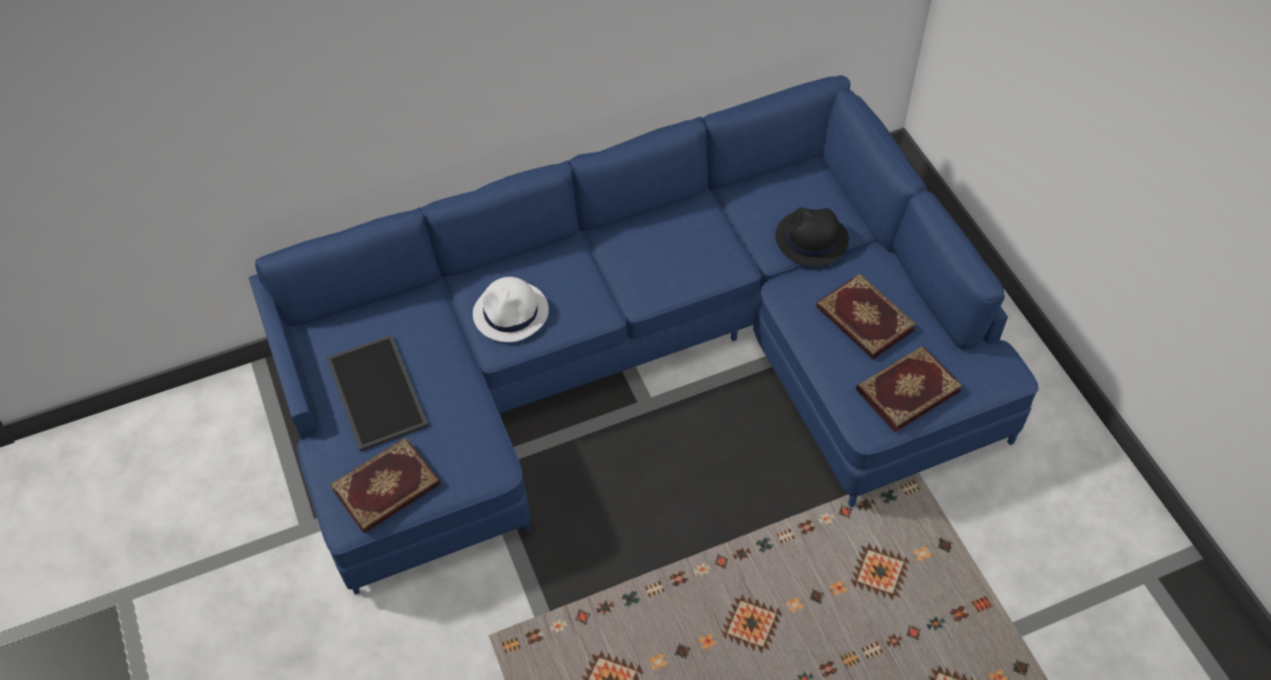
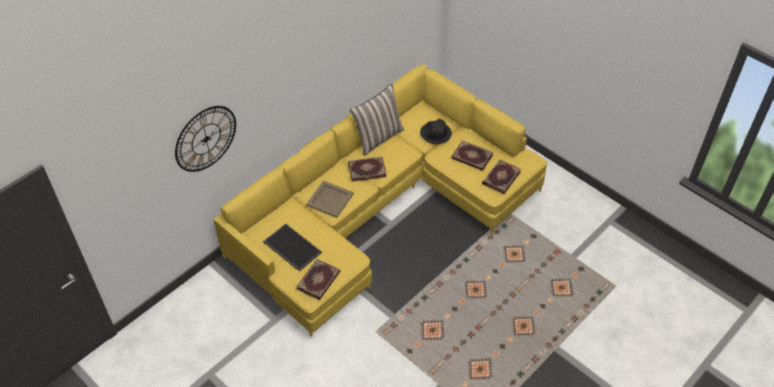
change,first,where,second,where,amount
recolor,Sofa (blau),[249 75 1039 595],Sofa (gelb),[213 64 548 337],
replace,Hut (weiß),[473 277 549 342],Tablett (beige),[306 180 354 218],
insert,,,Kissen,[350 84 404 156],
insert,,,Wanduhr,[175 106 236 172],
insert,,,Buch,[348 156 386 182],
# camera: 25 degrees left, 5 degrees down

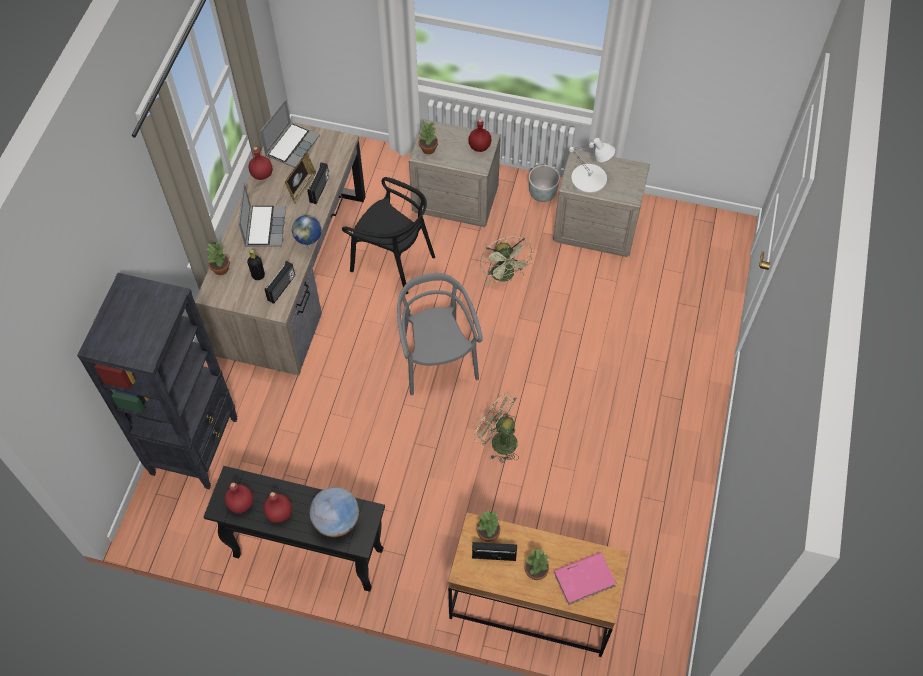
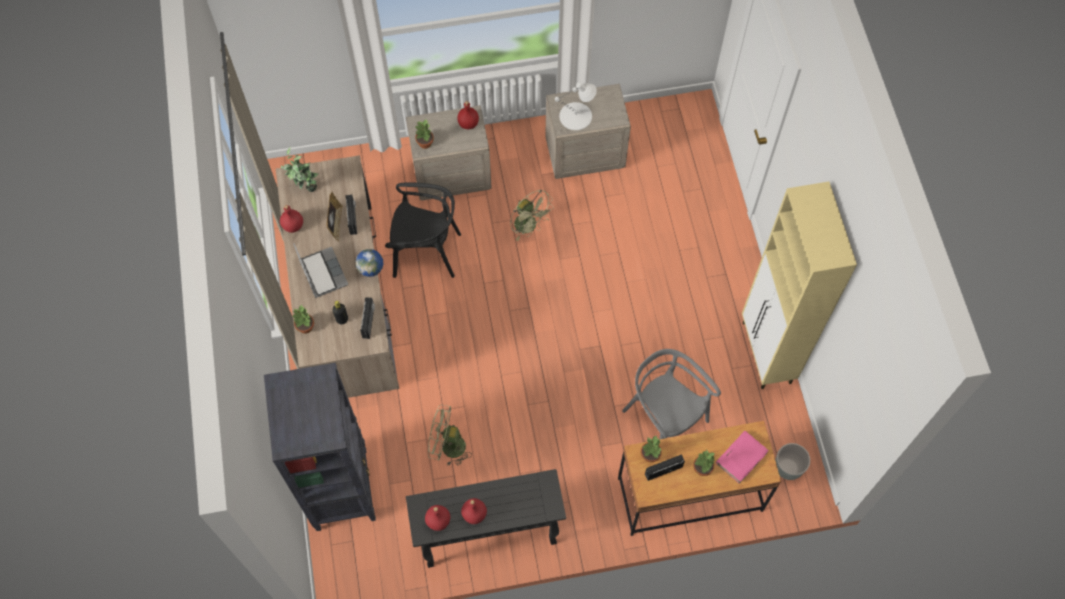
change,first,where,second,where,amount
replace,Laptop,[260 99 320 168],Topfpflanze,[281 147 319 192],
move,Pflanzkübel (grau),[529 165 560 202],,[775 443 810 480],
move,Stuhl (grau),[397 273 483 395],,[622 349 721 439],
move,Ventilator (grün),[473 392 519 463],,[428 405 472 466],
delete,Globus,[309 487 359 537],,,
insert,,,Schrank (beige),[742 182 857 389],
# camera: 25 degrees left, 5 degrees up

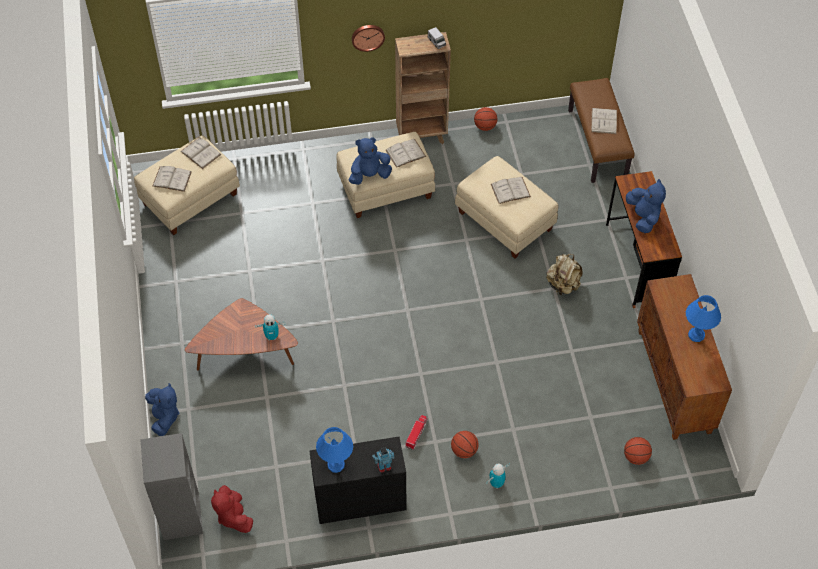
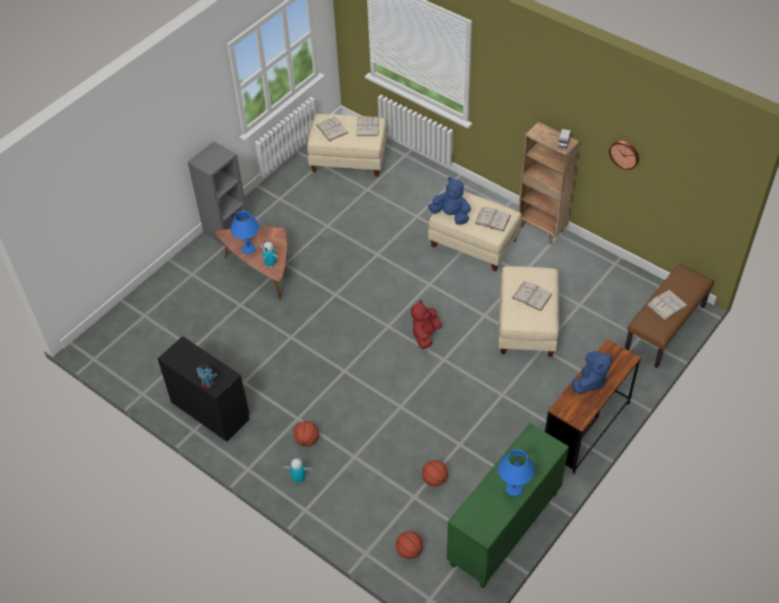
change,first,where,second,where,amount
move,Wanduhr,[352 25 385 52],,[609 141 639 170],
move,Basketball,[474 107 497 131],,[422 460 448 487],
delete,Rucksack (beige),[546 254 582 295],,,
recolor,Schrank (braun),[637 274 732 440],Schrank (grün),[447 423 569 588],
delete,Plüschtier (blau),[145 383 179 436],,,
delete,Spielzeuglaster,[406 415 428 450],,,
move,Tischlampe (blau),[316 427 353 473],,[230 211 259 254],
move,Bücherregal (grau),[140 433 203 540],,[188 142 248 246],
move,Plüschtier (rot),[211 485 253 533],,[411 300 442 349],
# camera: 50 degrees right, 5 degrees down

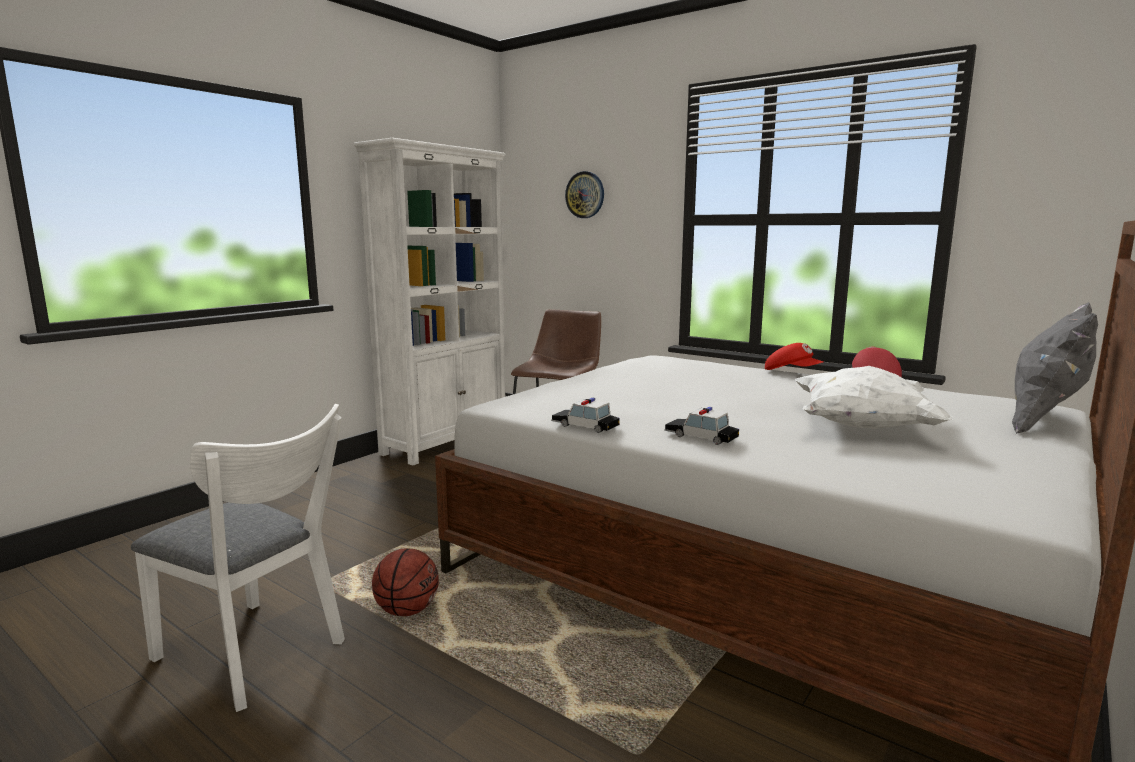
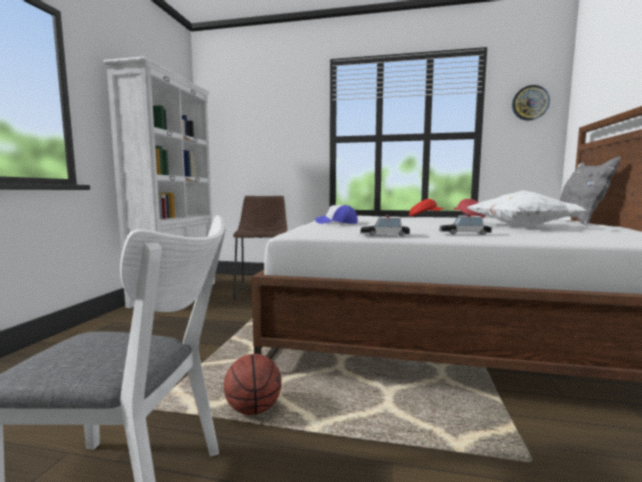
change,first,where,second,where,amount
move,Wanduhr,[565 171 604 218],,[512 85 550 121],
insert,,,Kappe,[315 205 358 224],
# camera: 25 degrees left, 5 degrees down

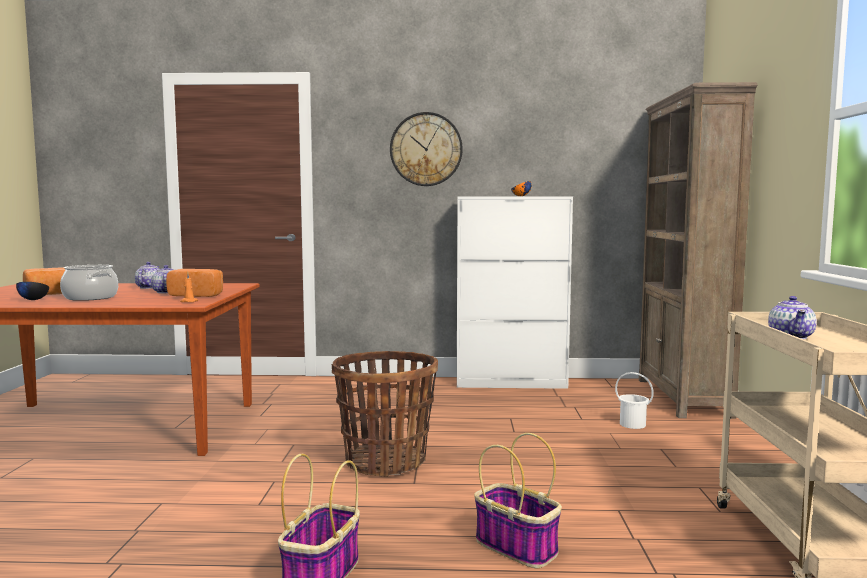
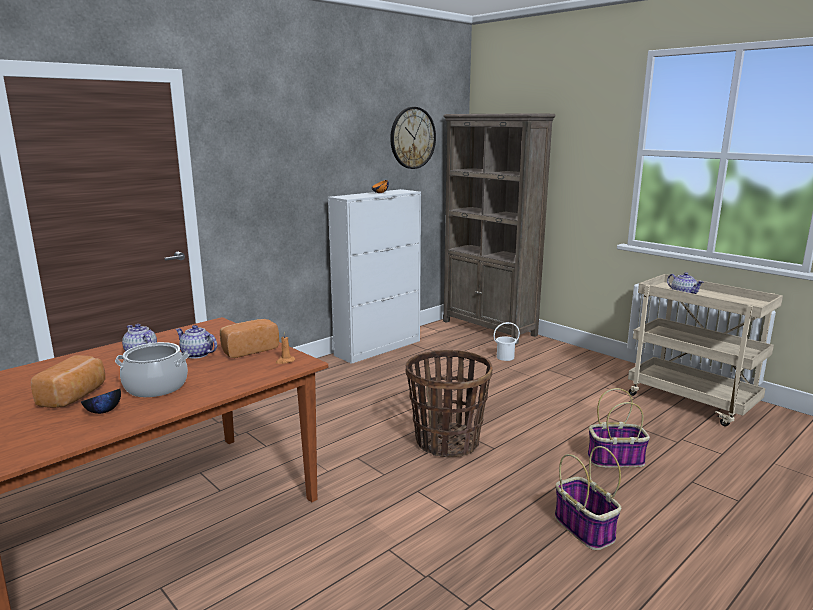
change,first,where,second,where,amount
move,Wanduhr,[390 112 463 186],,[390 107 436 169],
# camera: 45 degrees left, 10 degrees up

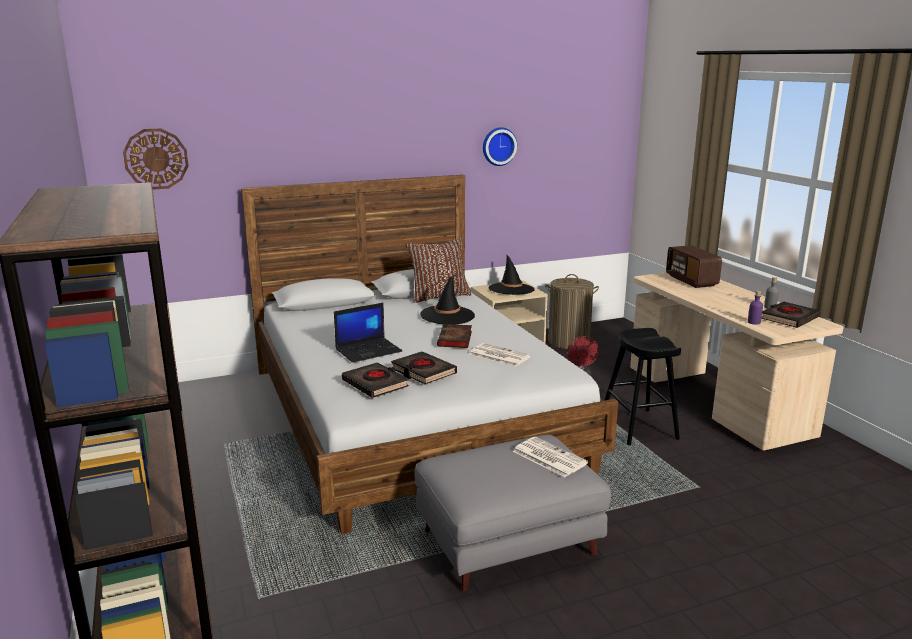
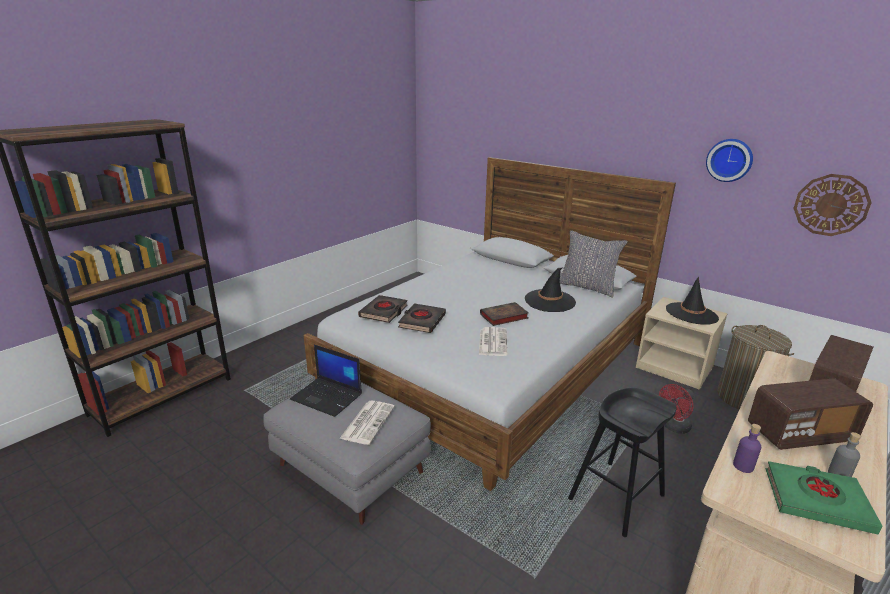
change,first,where,second,where,amount
move,Wanduhr,[123 128 189 190],,[793 174 872 236],
recolor,Kissen (braun),[405 237 472 303],Kissen (grau),[560 230 628 298],
recolor,Buch (schwarz),[761 301 821 328],Buch (grün),[766 461 882 535],
move,Laptop,[334 303 402 363],,[290 345 362 417],
insert,,,Radio,[748 378 873 450],
# camera: 60 degrees right, 5 degrees up

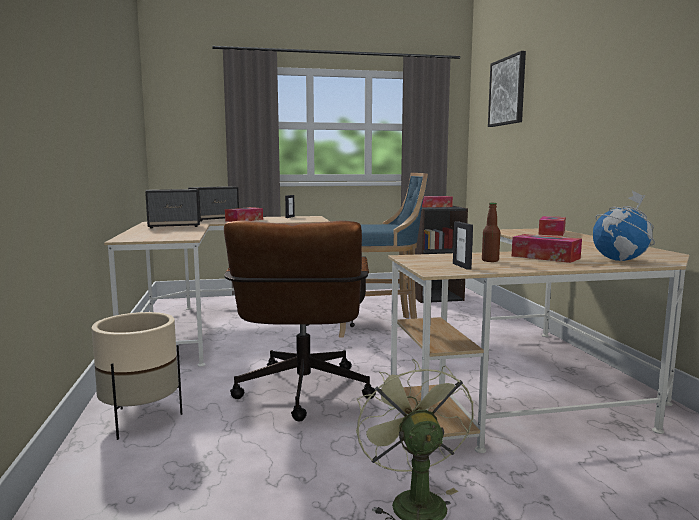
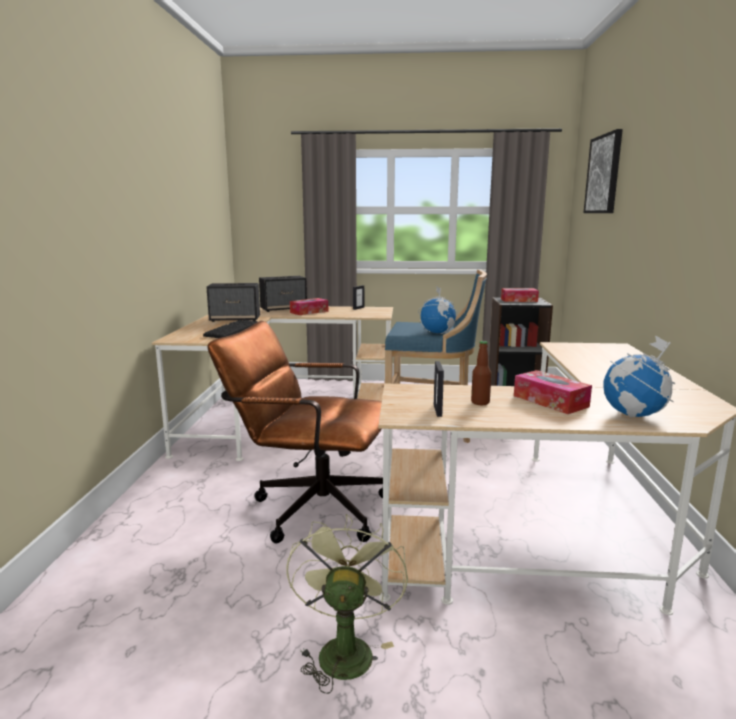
change,first,where,second,where,amount
delete,Taschentuchbox,[538 216 566 236],,,
rotate,Bürostuhl (braun),[224 220 376 421],,[207 321 383 543],90 degrees clockwise
delete,Pflanzkübel (beige),[92 312 182 440],,,
insert,,,Globus,[418 286 458 334],
insert,,,Tastatur,[203 320 257 338],
# camera: 15 degrees right, 5 degrees up

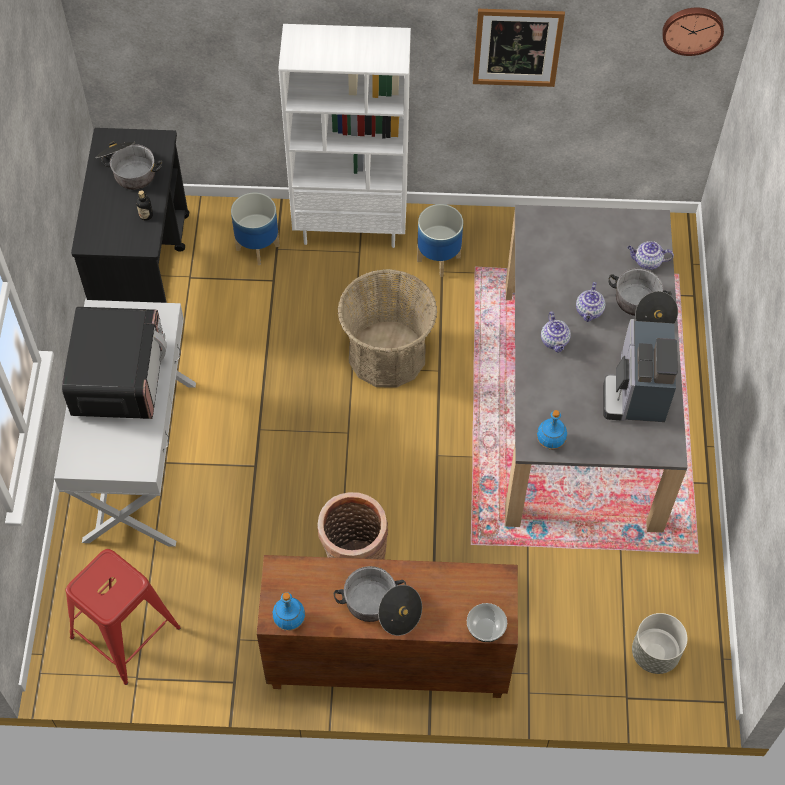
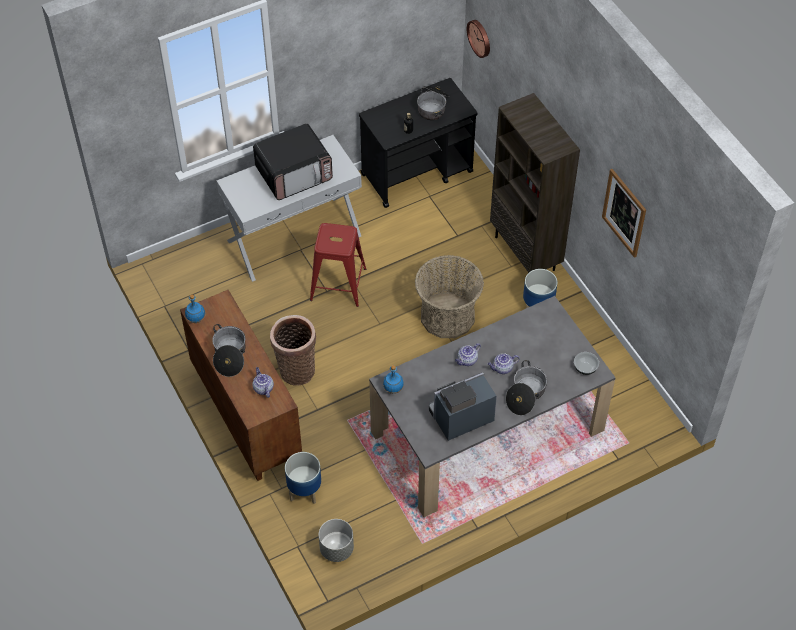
change,first,where,second,where,amount
move,Wanduhr,[662 8 724 56],,[467 20 490 58],
recolor,Bücherregal (weiß),[278 24 411 248],Bücherregal (braun),[490 93 580 273],
move,Pflanzkübel,[231 192 280 265],,[285 452 321 504],
move,Teekanne,[627 241 674 270],,[253 367 274 398],
move,Hocker (rot),[66 549 181 685],,[310 223 366 307],
move,Schüssel,[467 603 507 642],,[574 352 599 375],
# camera: 60 degrees right, 5 degrees down

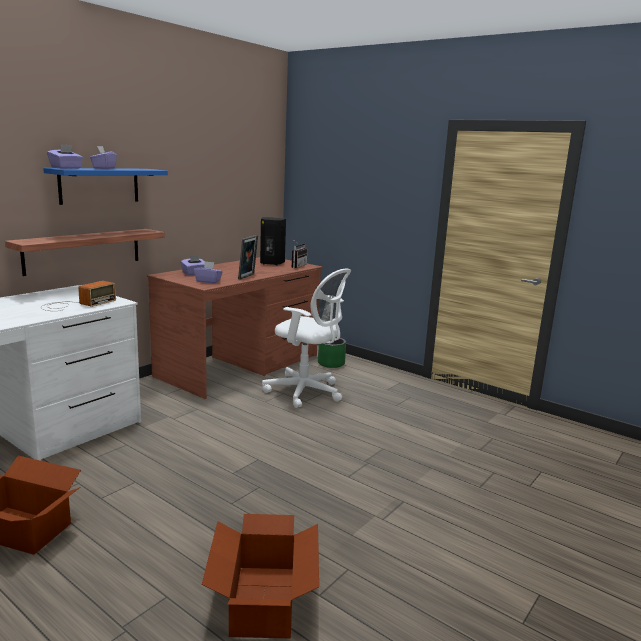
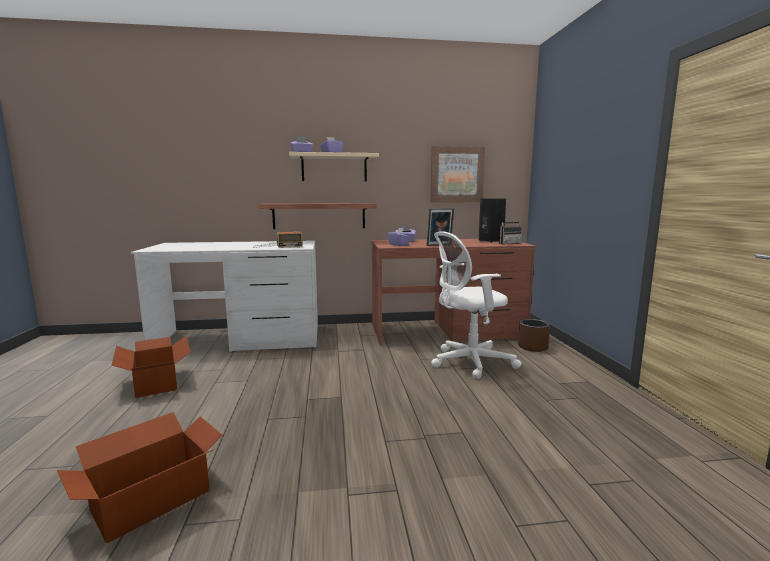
change,first,where,second,where,amount
recolor,Wandregal (blau),[43 168 168 205],Wandregal (beige),[289 152 379 181],
rotate,Bürostuhl (weiß),[262 268 351 408],,[431 231 522 379],90 degrees clockwise
recolor,Pflanzkübel (grün),[318 337 346 368],Pflanzkübel (braun),[518 319 550 352],
insert,,,Bild,[430 146 485 202],
# camera: 45 degrees right, 5 degrees down

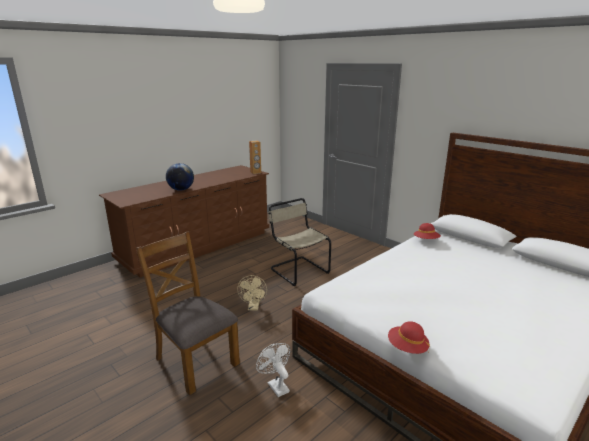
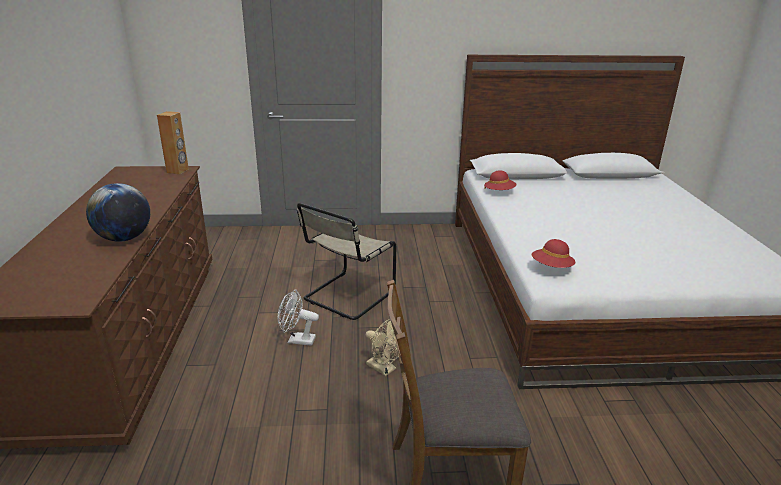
change,first,where,second,where,amount
rotate,Stuhl (beige),[268 198 331 286],,[297 203 396 320],60 degrees counterclockwise
move,Hut (rot),[388 321 430 354],,[532 239 575 268],
move,Ventilator (weiß),[256 343 290 397],,[278 289 319 346],
# camera: 50 degrees left, 5 degrees up

